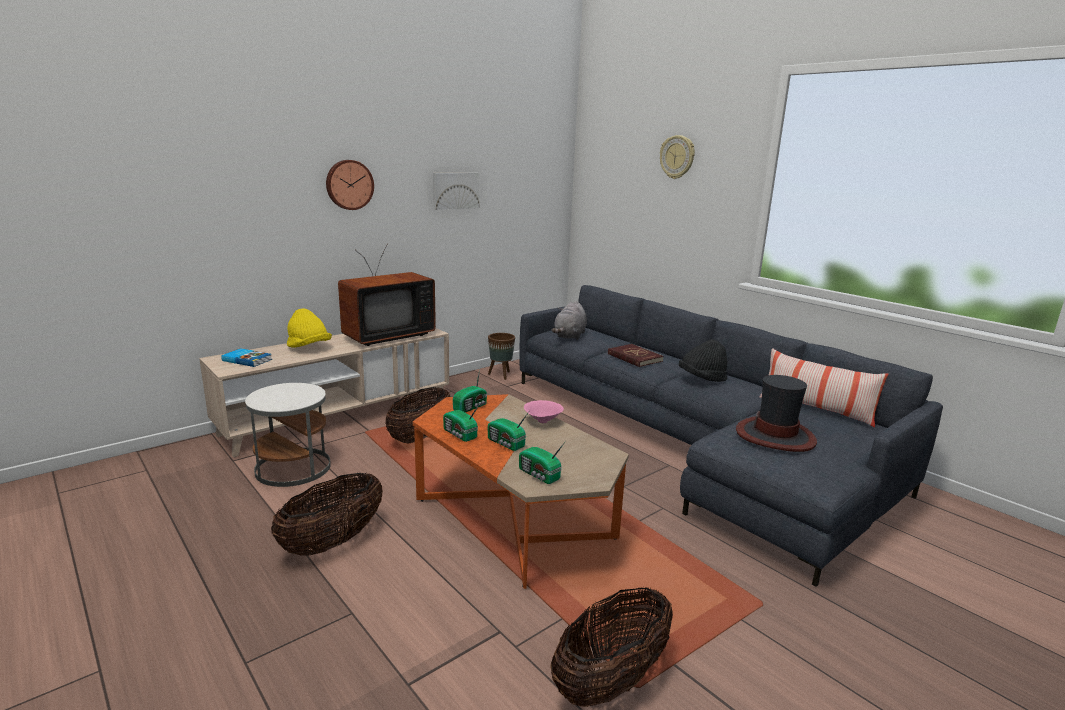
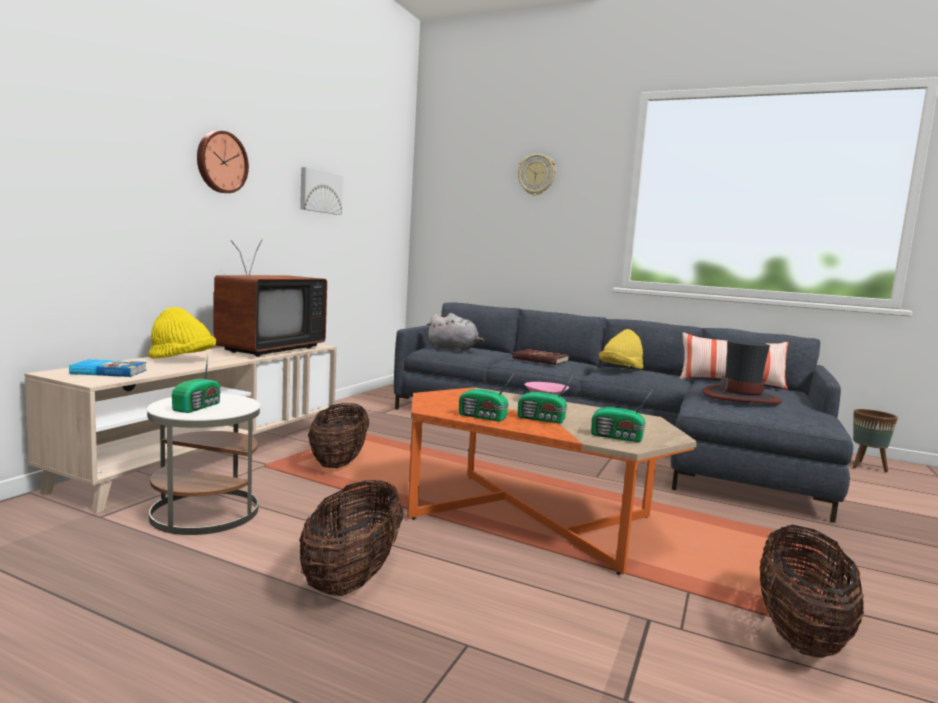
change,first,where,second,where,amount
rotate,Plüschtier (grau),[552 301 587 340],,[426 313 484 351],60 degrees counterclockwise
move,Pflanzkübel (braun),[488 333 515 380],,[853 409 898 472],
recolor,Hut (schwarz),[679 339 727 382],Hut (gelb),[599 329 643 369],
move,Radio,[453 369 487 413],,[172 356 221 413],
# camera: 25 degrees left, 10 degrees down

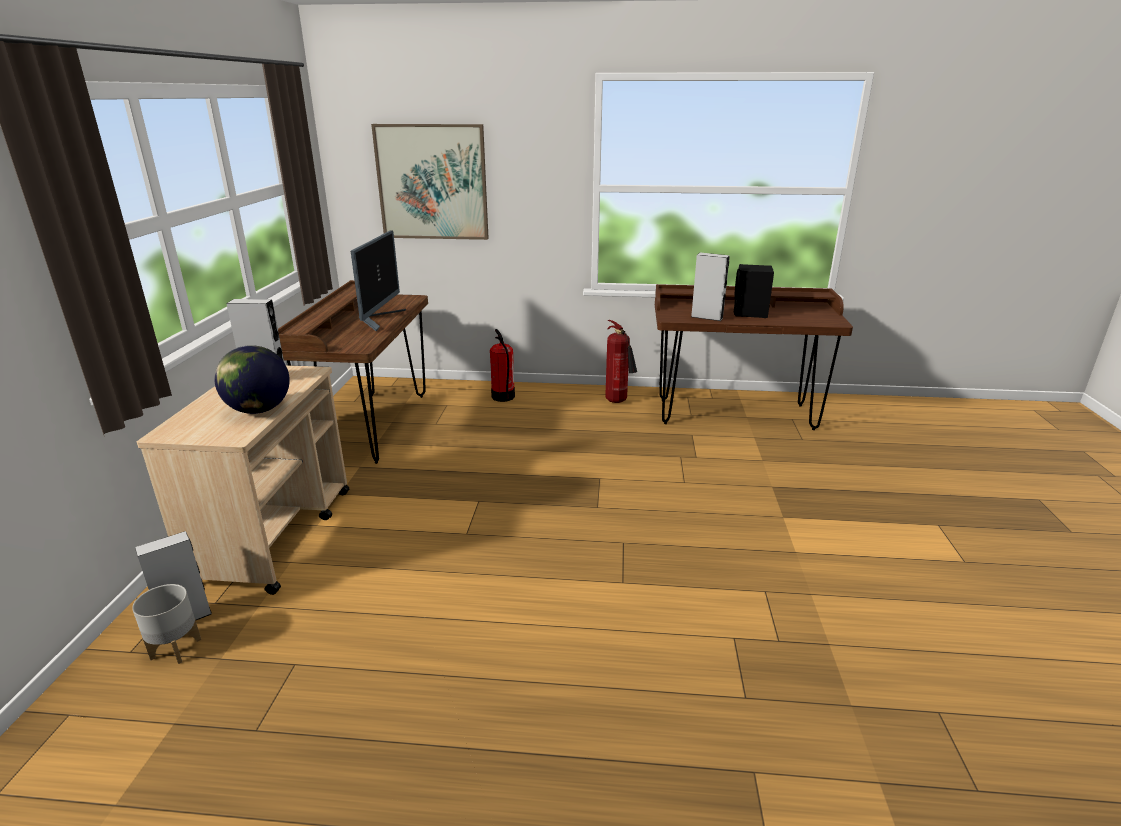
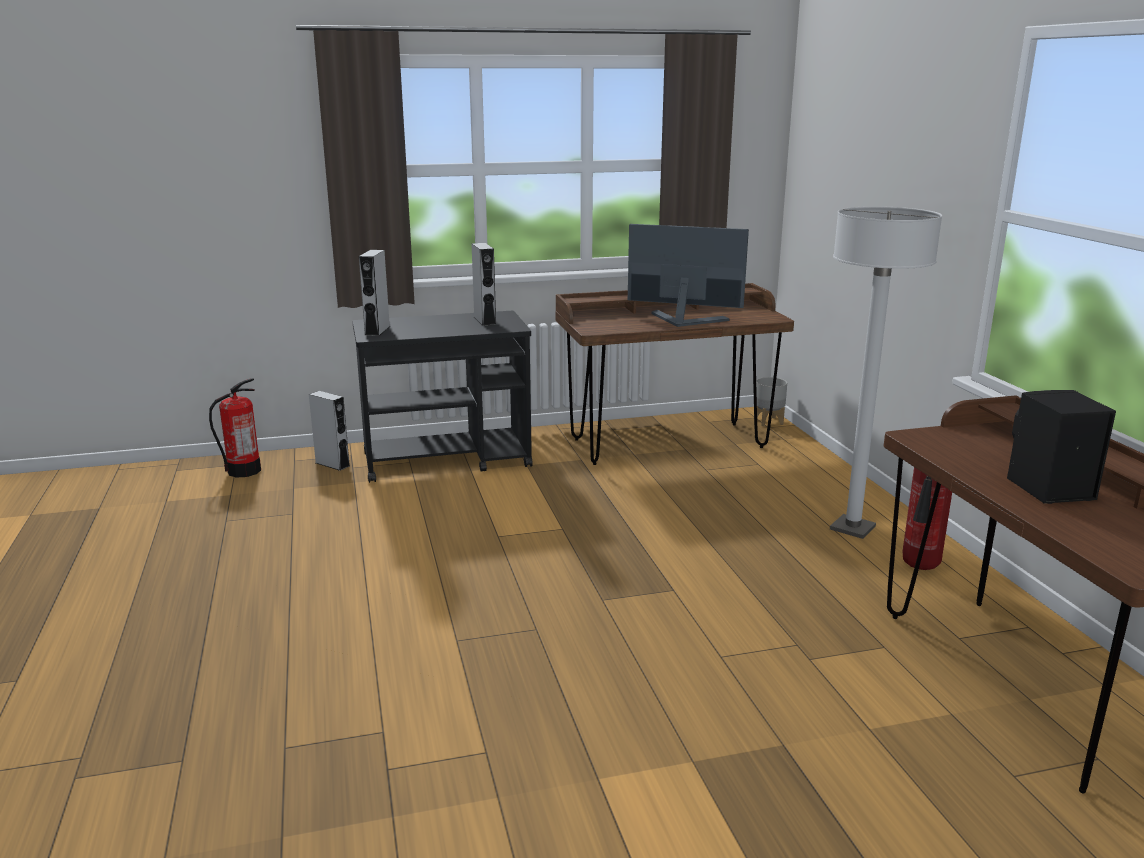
change,first,where,second,where,amount
delete,Bild,[371 124 489 240],,,
rotate,Monitor,[351 231 406 332],,[628 224 749 327],150 degrees counterclockwise
move,Lautsprecher (grau),[691 253 730 321],,[359 250 390 336],
move,Feuerlöscher,[490 329 515 402],,[209 378 261 478],
delete,Globus,[214 345 290 414],,,
recolor,Rollwagen (beige),[137 365 349 595],Rollwagen (schwarz),[352 311 533 483],
move,Pflanzkübel (grau),[132 584 201 664],,[756 377 787 426],
insert,,,Stehlampe (weiß),[830 206 942 539],
# camera: 70 degrees right, 5 degrees down

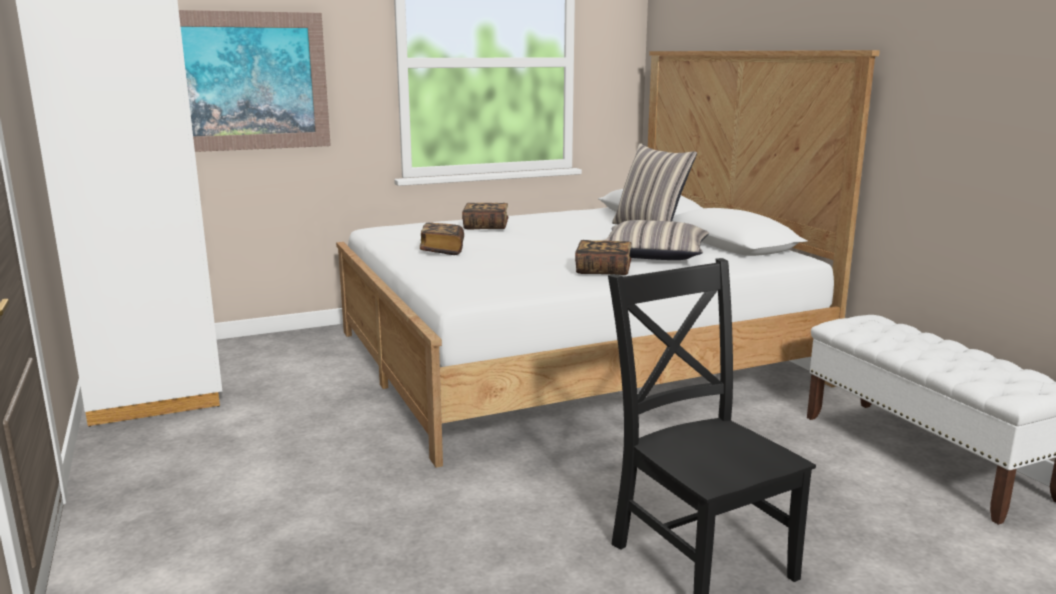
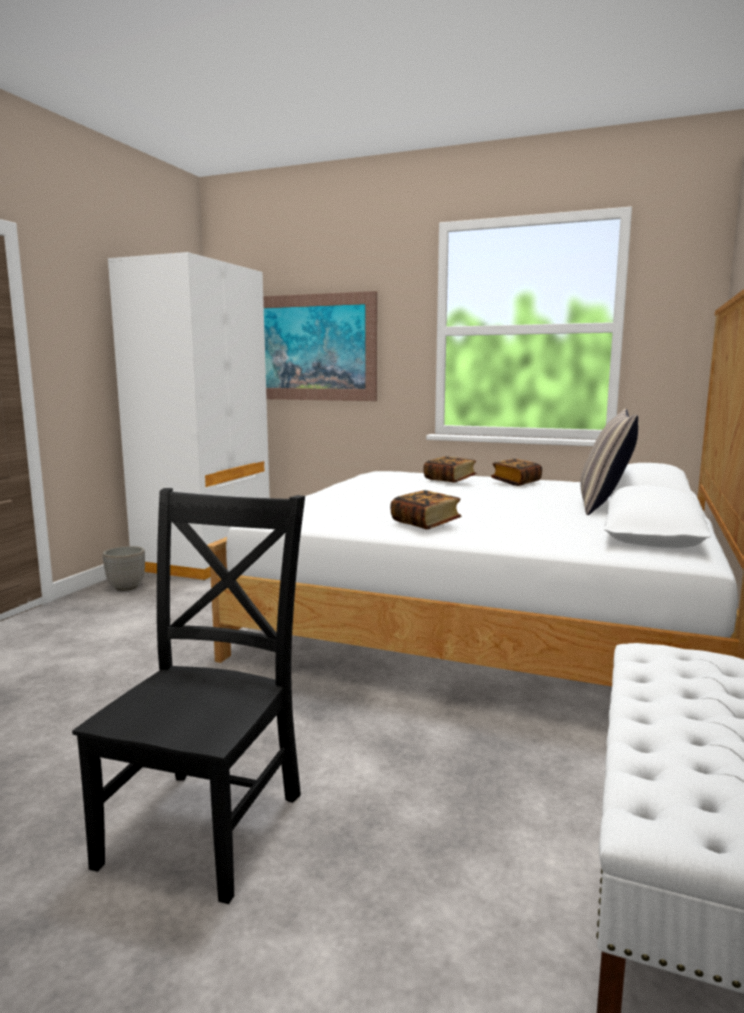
change,first,where,second,where,amount
delete,Kissen,[604 220 709 260],,,
move,Buch,[420 222 464 255],,[491 459 542 486],
insert,,,Pflanzkübel,[103 546 145 591],
# camera: 45 degrees right, 5 degrees down

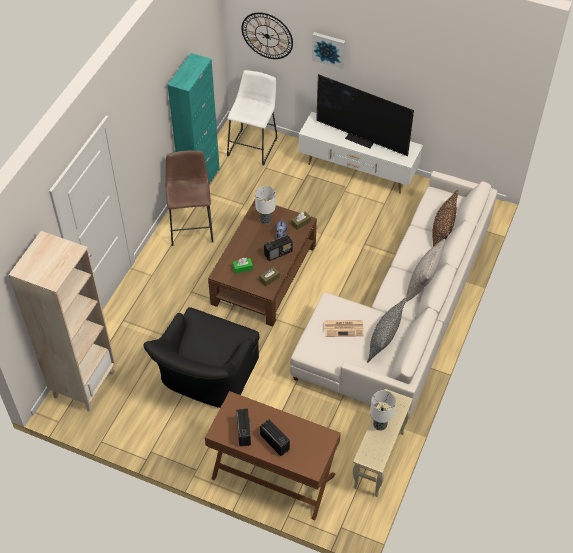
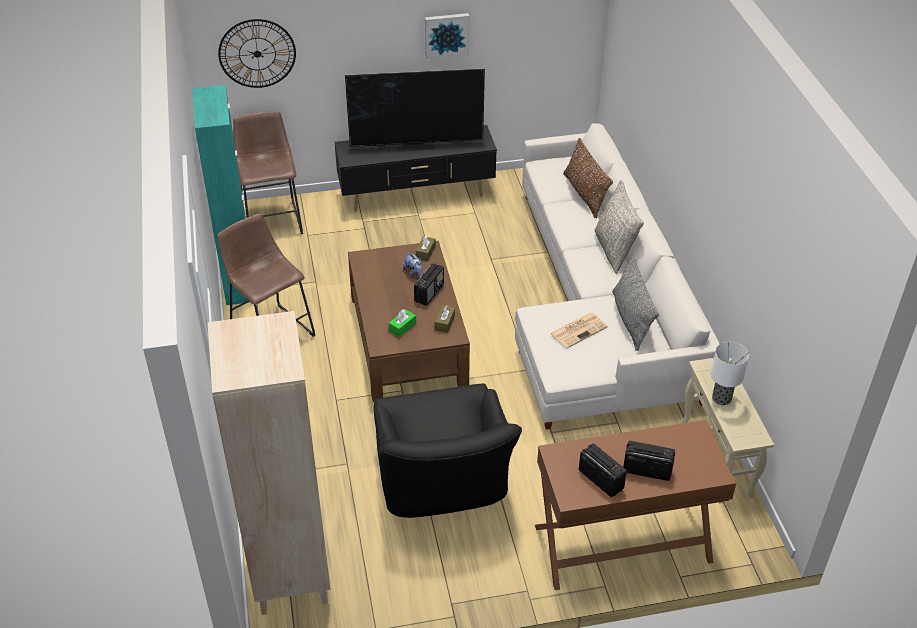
change,first,where,second,where,amount
move,Bild,[312 32 345 69],,[425 13 469 59],
recolor,Hocker (weiß),[227 70 277 165],Hocker (braun),[233 111 303 234],
recolor,Fernsehschrank (weiß),[299 112 422 193],Fernsehschrank (schwarz),[335 125 497 212],
delete,Tischlampe,[255 186 276 225],,,
# camera: 35 degrees left, 10 degrees down

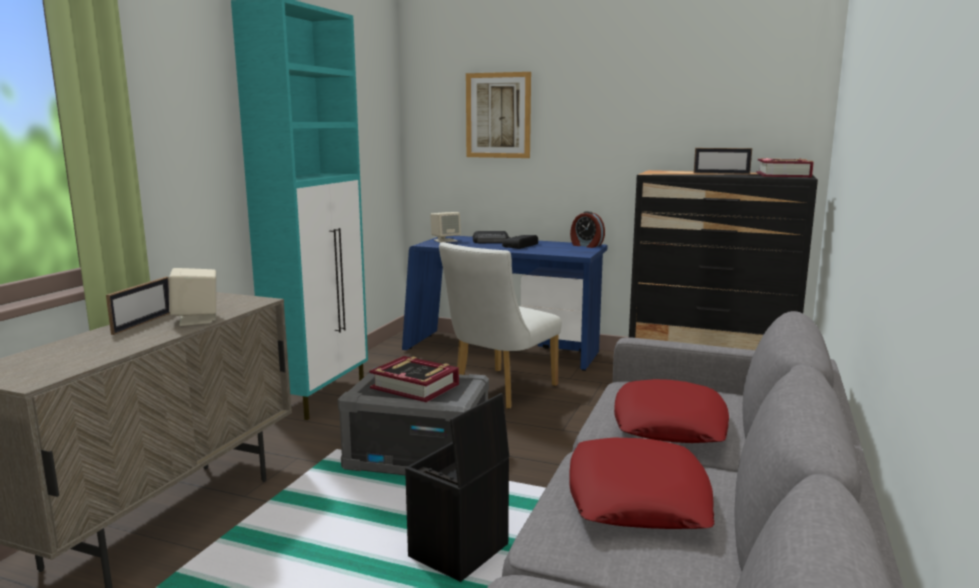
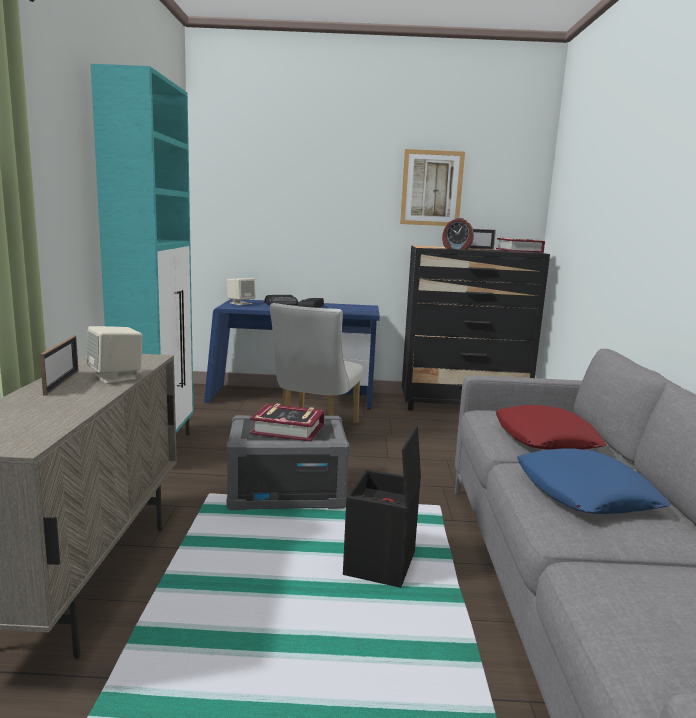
change,first,where,second,where,amount
move,Bild,[466 72 531 158],,[400 149 465 226],
move,Wecker,[570 211 605 248],,[442 218 474 250],
recolor,Kissen (rot),[569 438 715 529],Kissen (blau),[517 448 670 514],
# camera: 20 degrees left, 0 degrees up

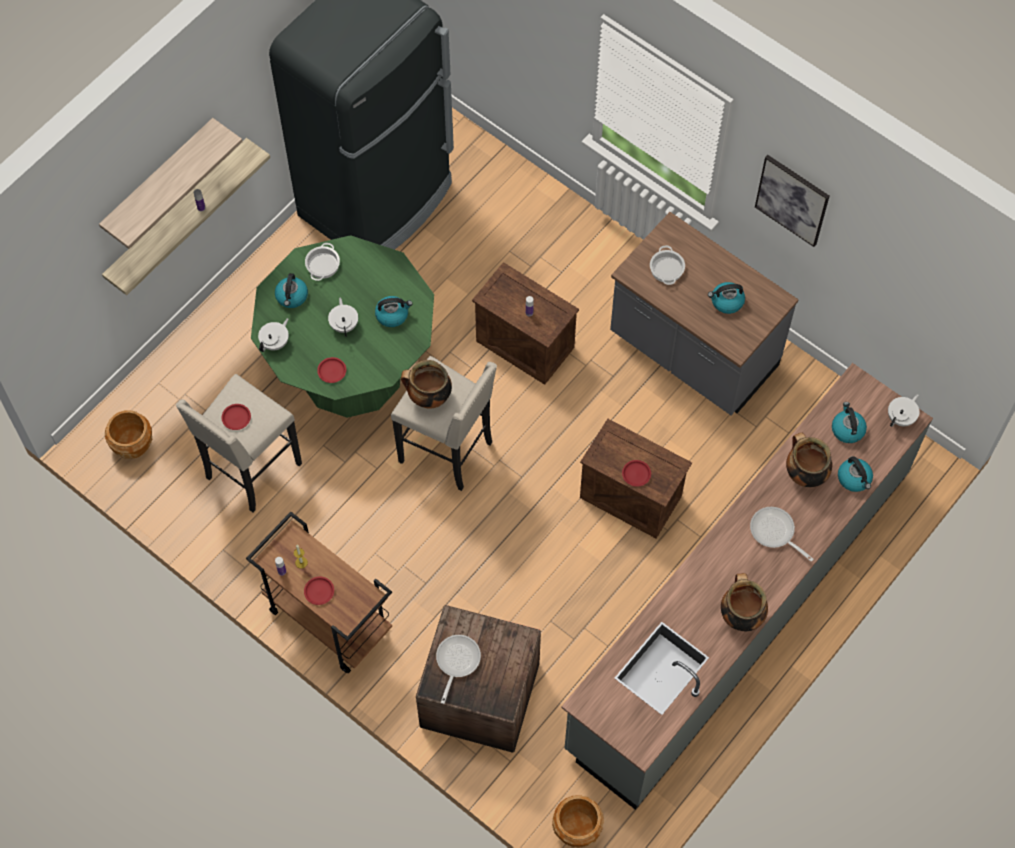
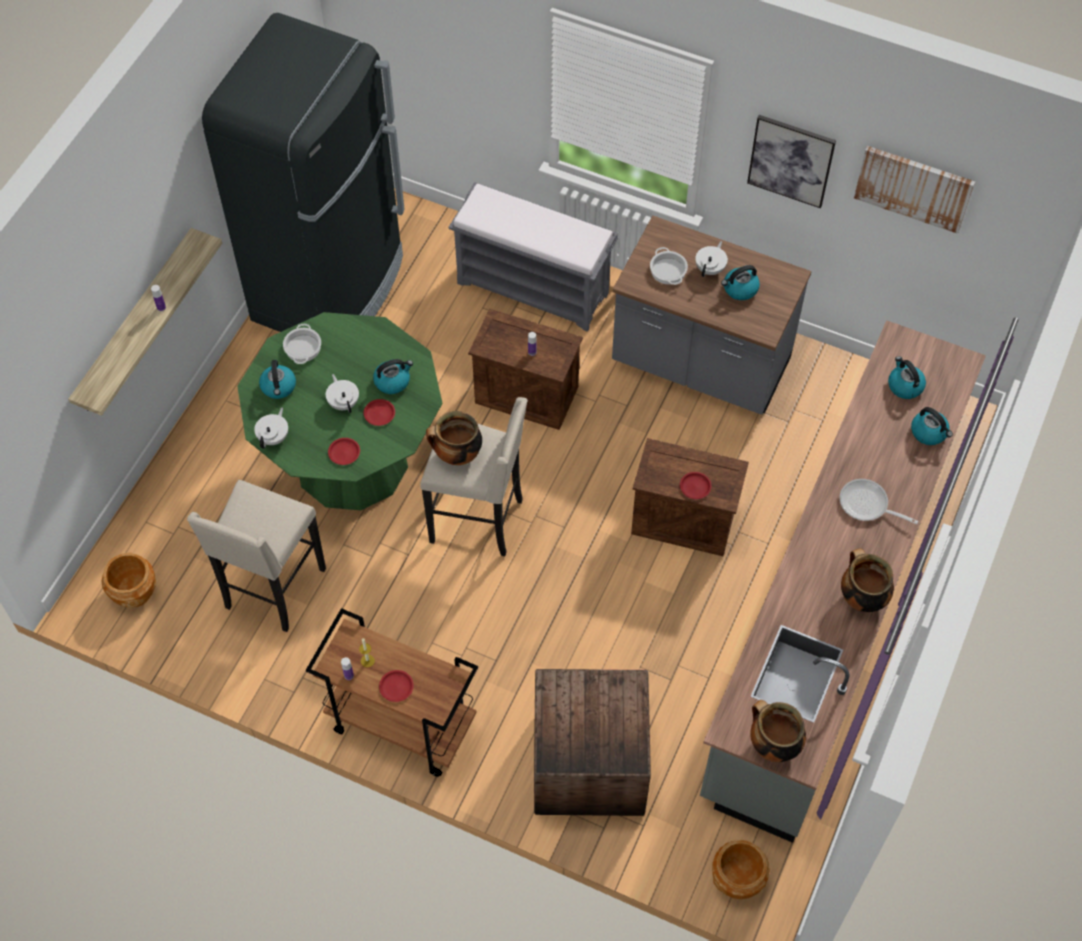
change,first,where,second,where,amount
delete,Wandregal,[99 118 243 249],,,
move,Teekanne (weiß),[888 394 919 427],,[695 241 728 277],
move,Teller (rot),[222 404 251 430],,[364 399 395 426],
move,Kochtopf,[786 433 832 487],,[750 700 806 762],
delete,Pfanne,[436 635 481 704],,,
insert,,,Bild,[854 146 975 234],
insert,,,Bank (grau),[449 182 618 332],
# camera: 15 degrees left, 5 degrees down

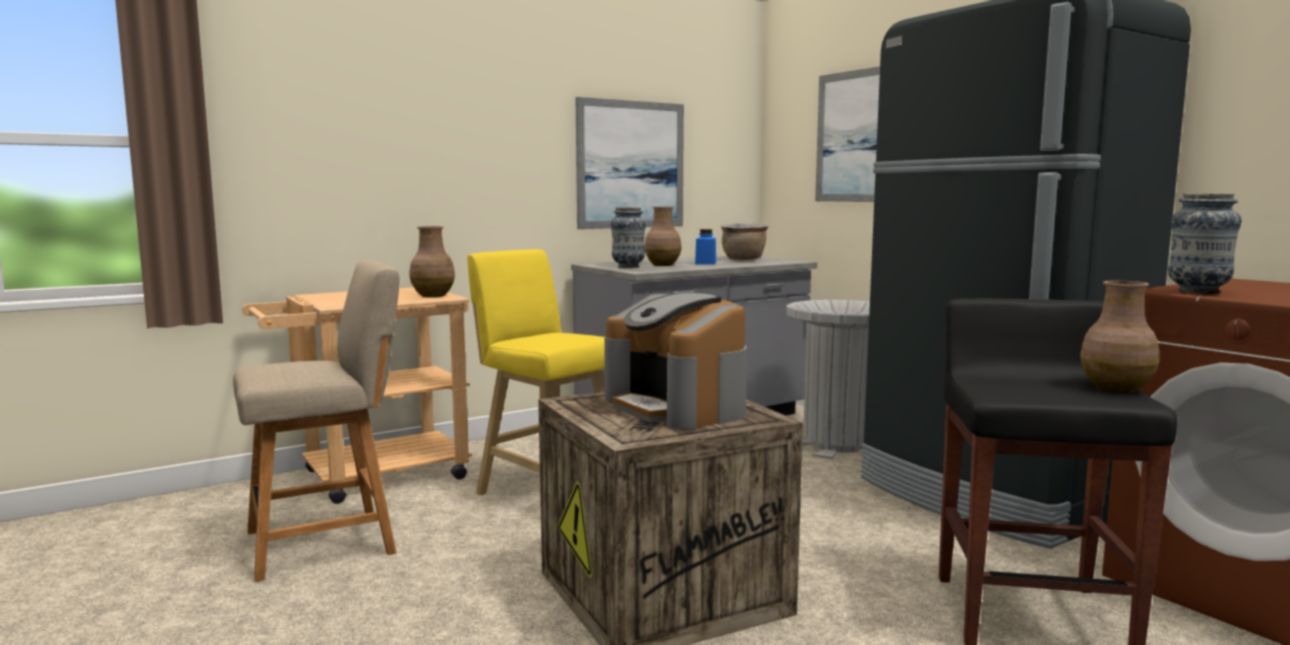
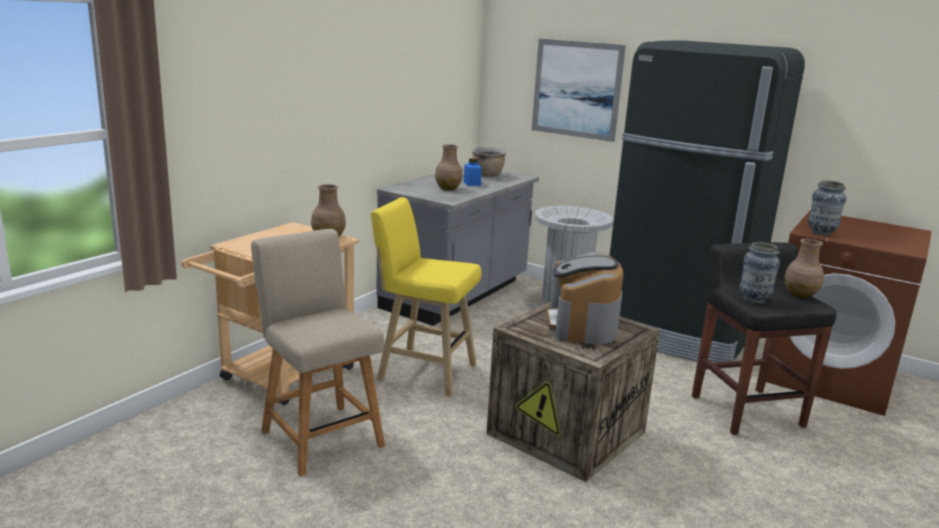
change,first,where,second,where,amount
delete,Bild,[576 97 684 229],,,
move,Vase,[611 207 646 268],,[740 242 780 304],
rotate,Stuhl (beige),[233 260 400 582],,[251 229 385 476],75 degrees counterclockwise
rotate,Kaffeemaschine,[604 292 747 429],,[546 251 623 344],60 degrees clockwise
# camera: 25 degrees left, 10 degrees up

